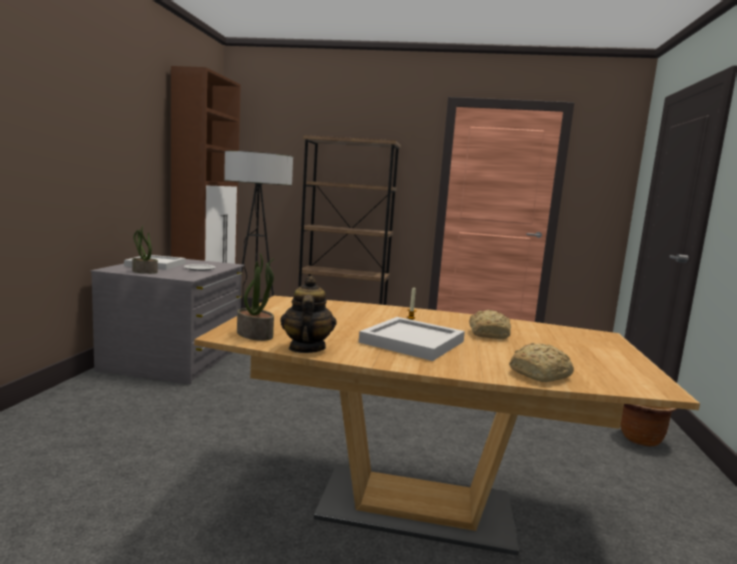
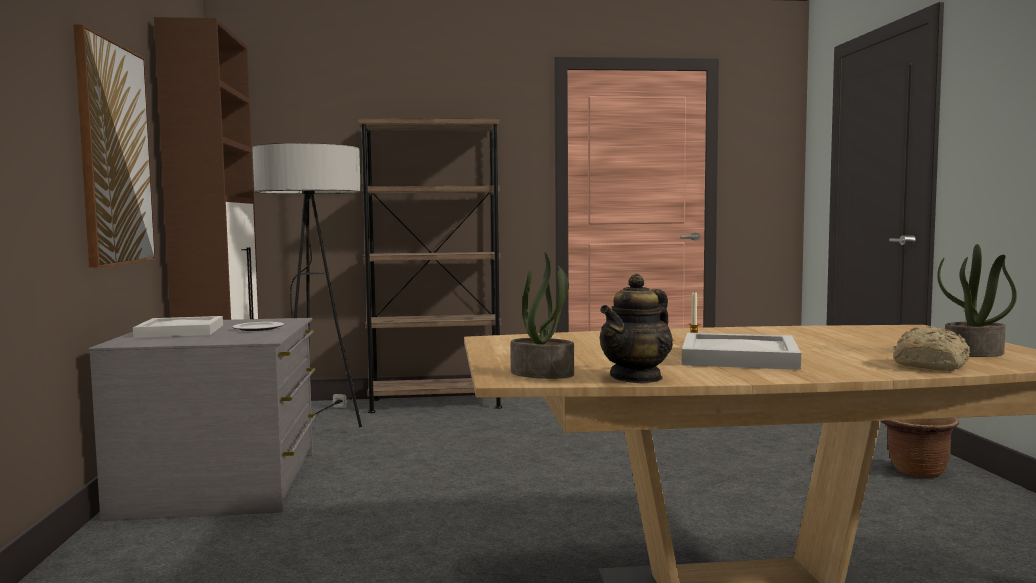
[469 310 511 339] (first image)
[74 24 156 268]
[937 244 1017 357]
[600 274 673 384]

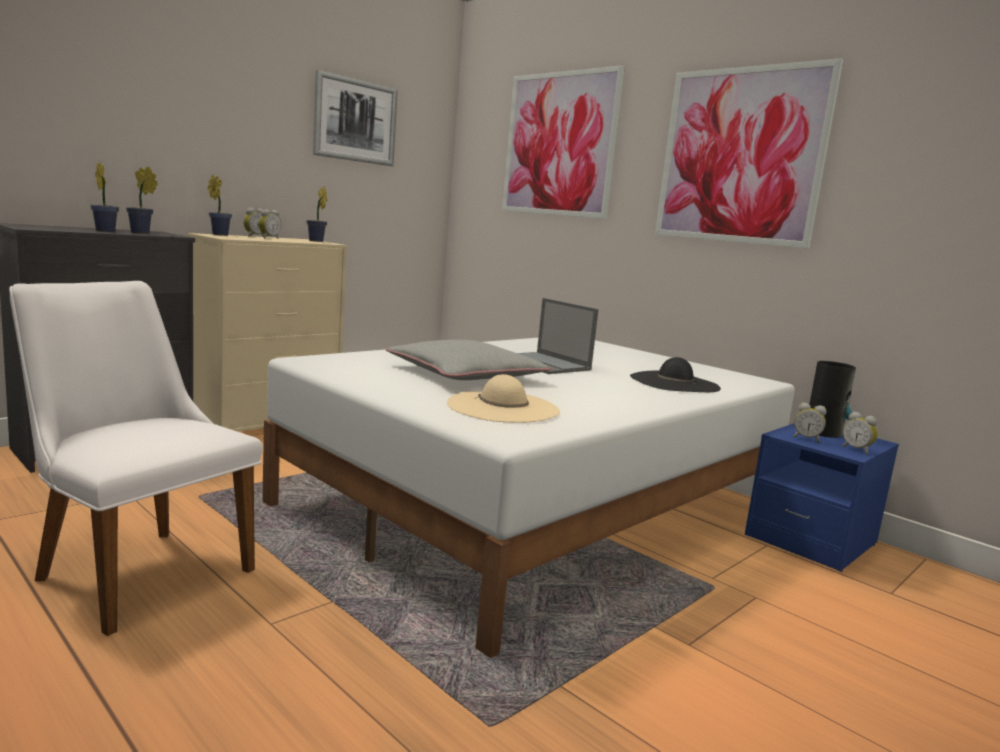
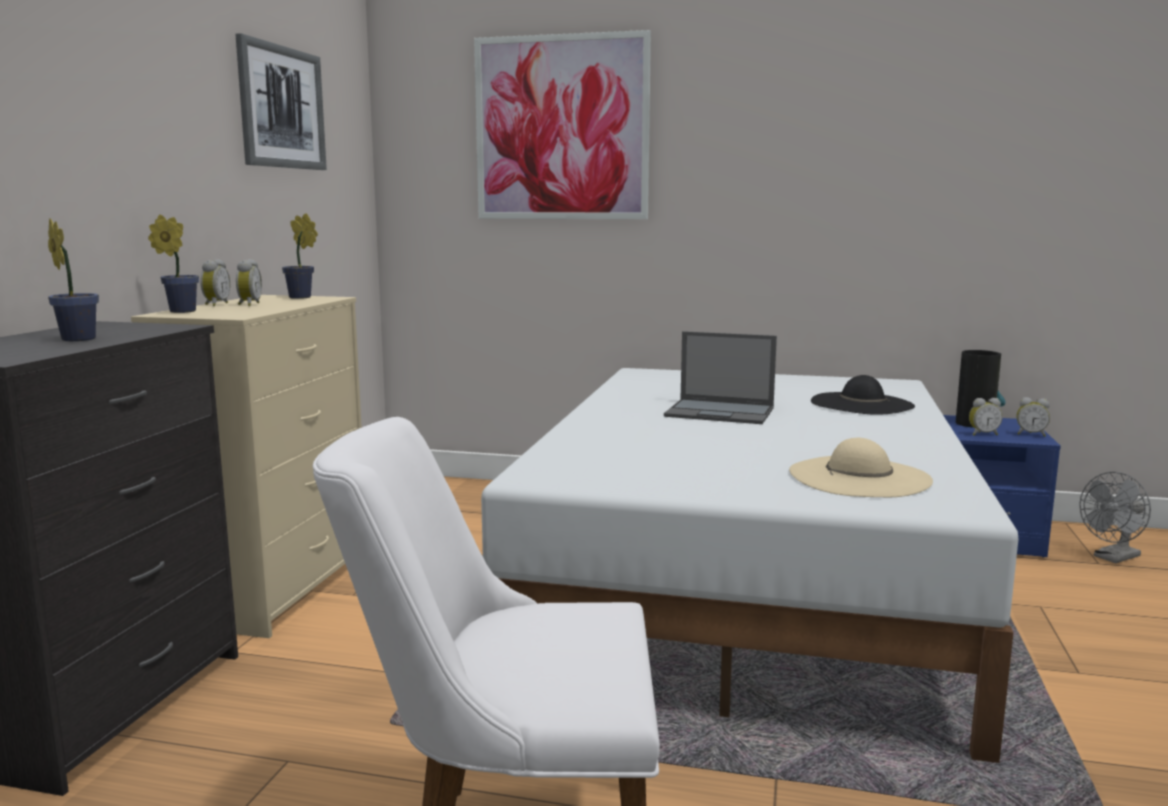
[126 166 158 234] (first image)
[386 340 551 380] (first image)
[655 58 843 248] (first image)
[1080 472 1151 563]

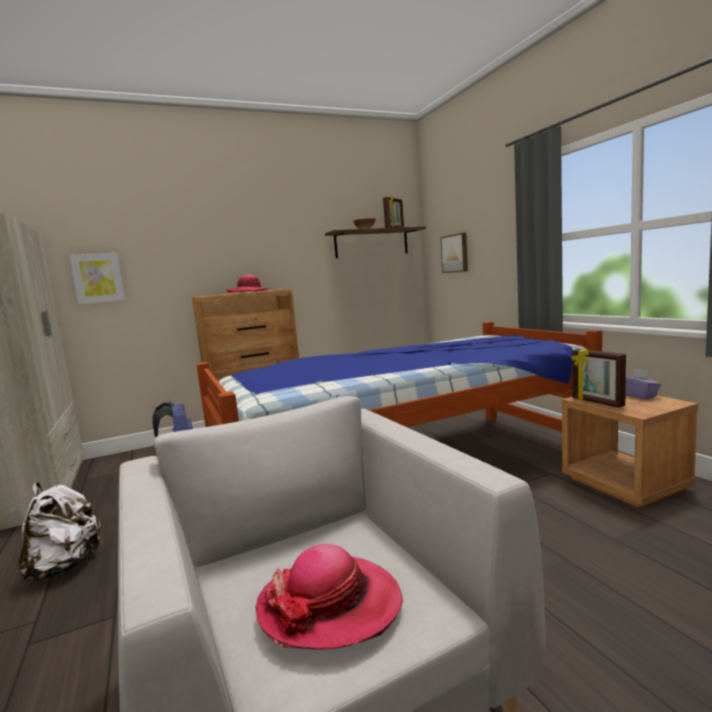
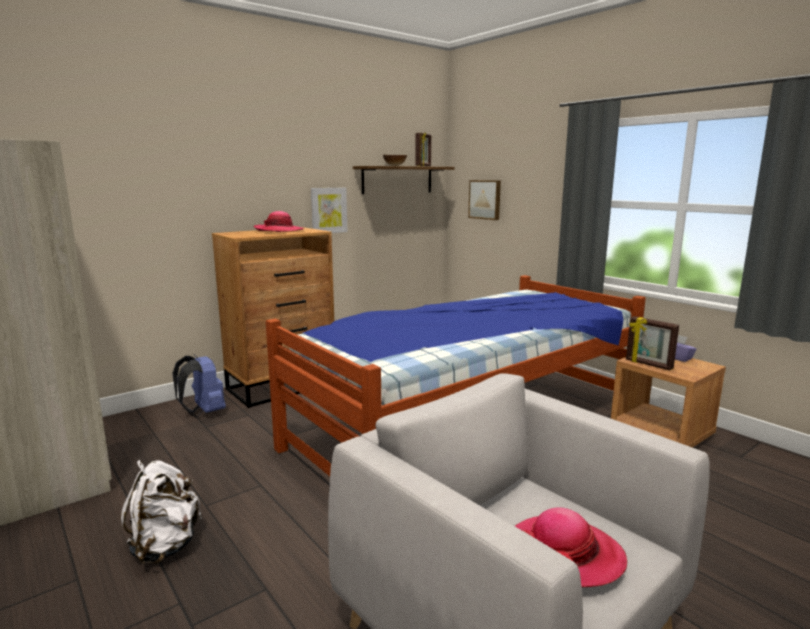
[311 187 347 233]

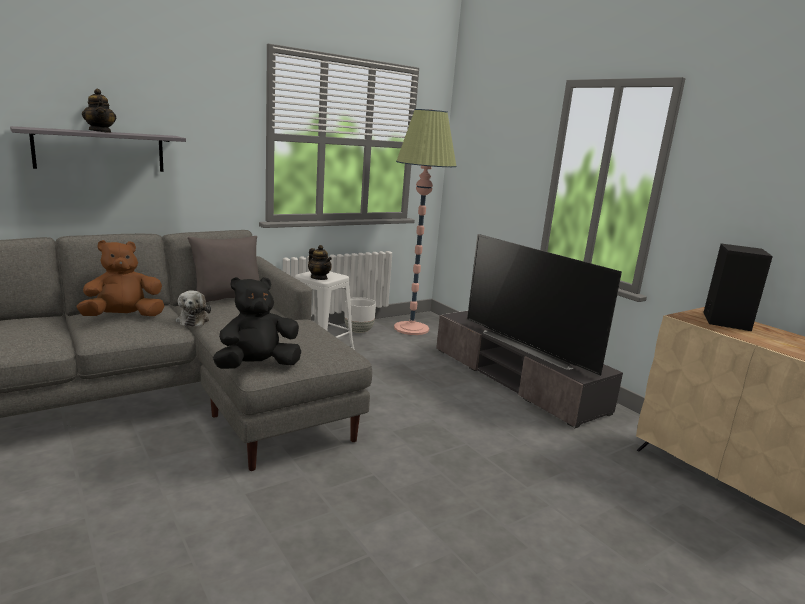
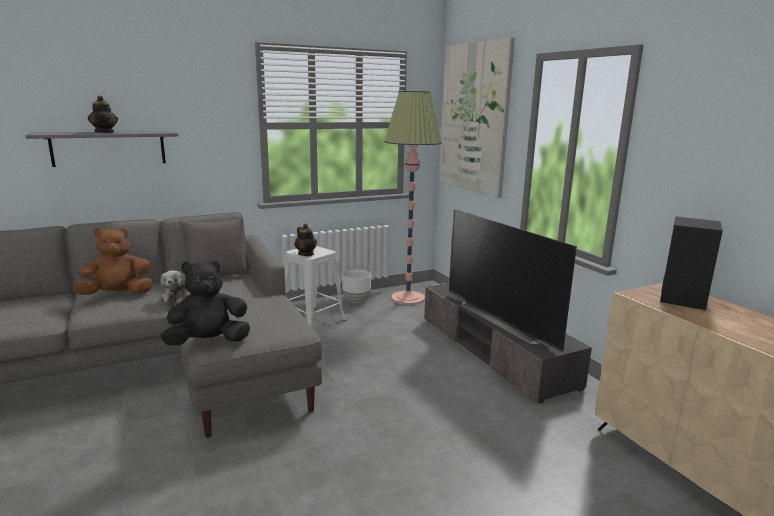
[439 37 515 198]

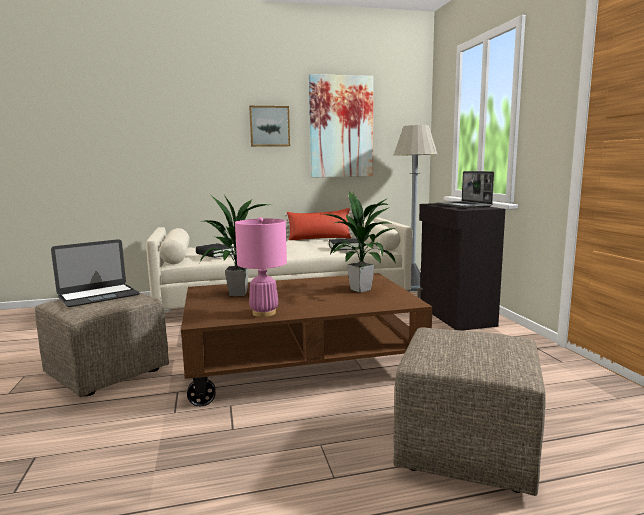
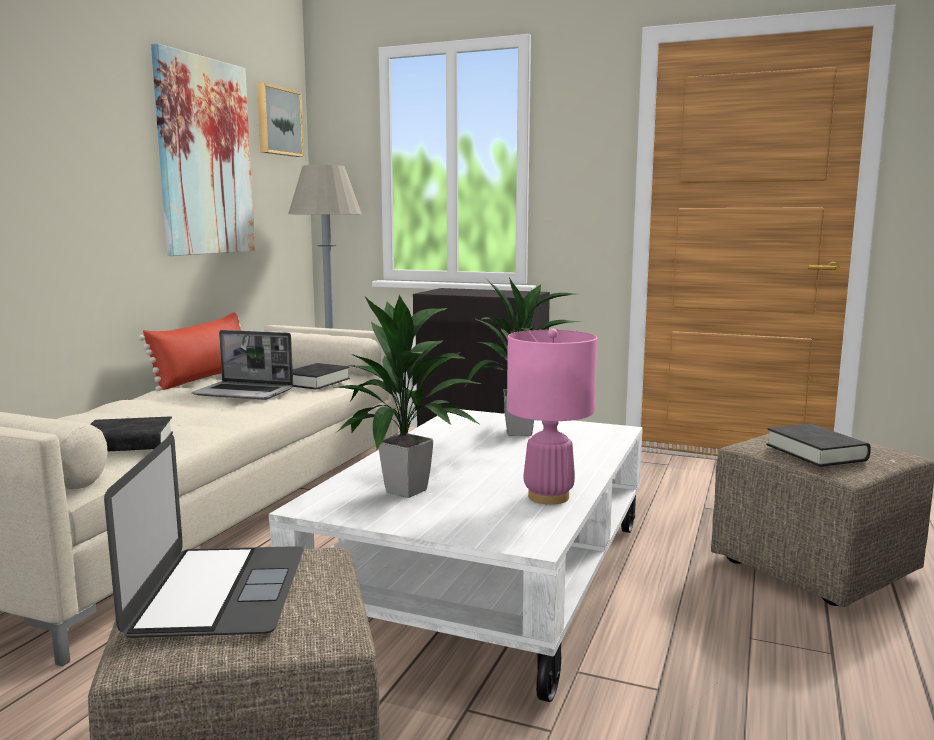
[766 424 871 467]
[257 83 304 157]
[192 330 293 400]
[269 409 643 702]

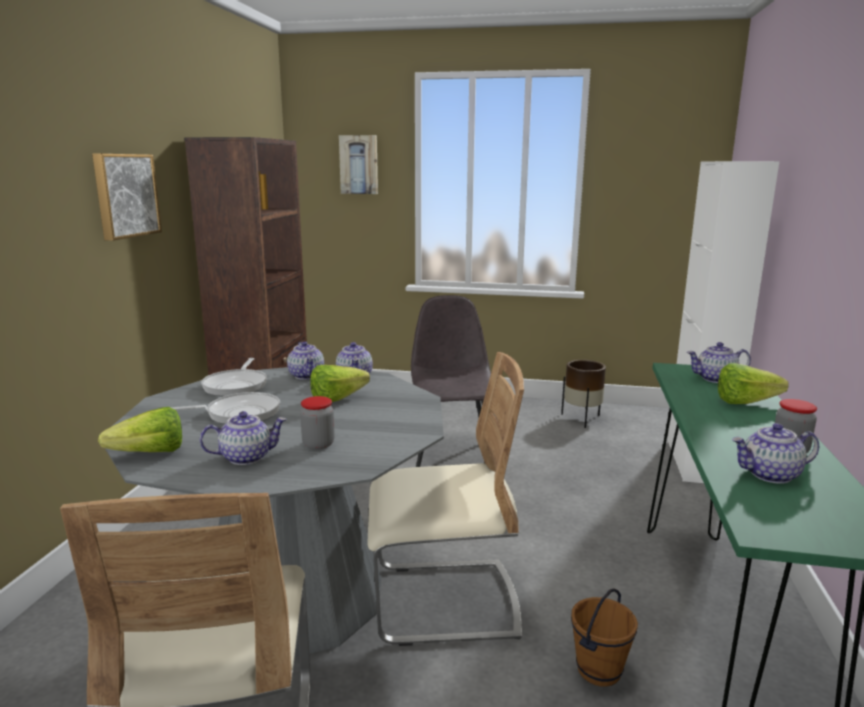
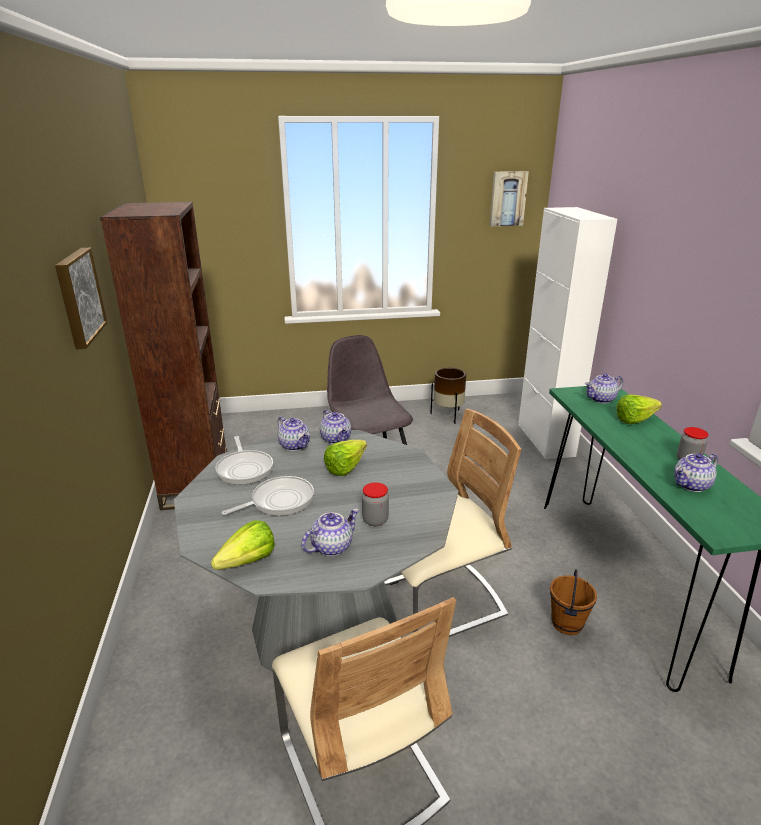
[490 171 529 226]

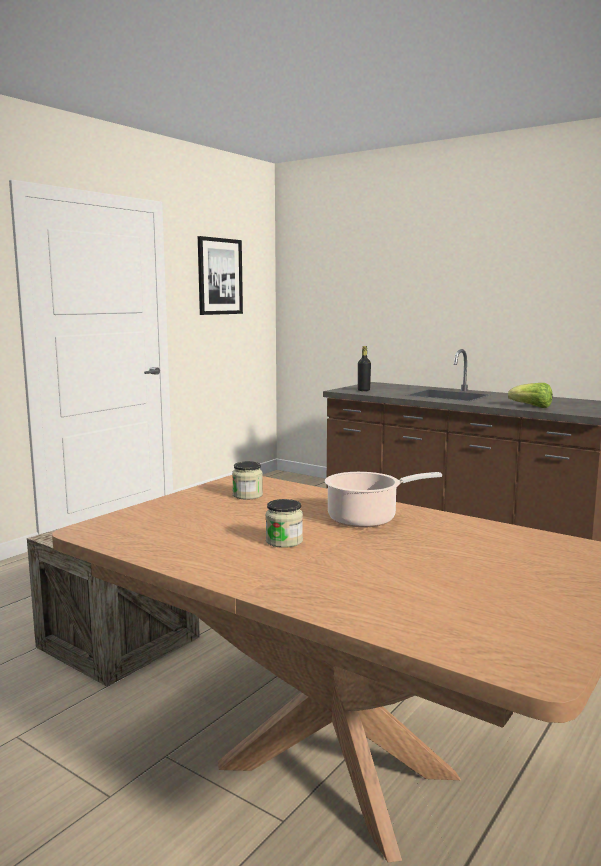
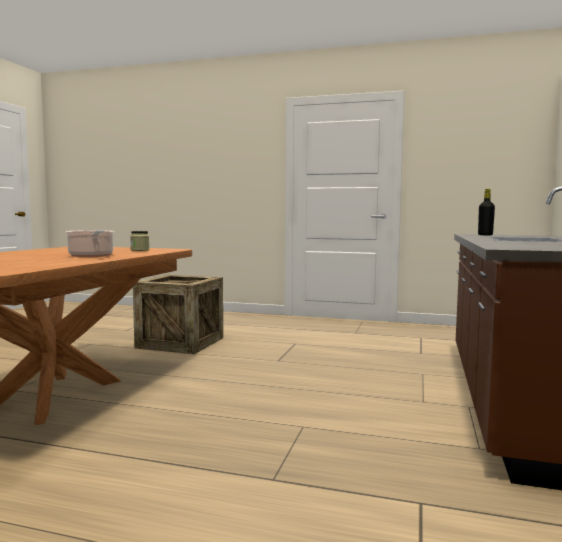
[198 236 243 315] (first image)
[266 499 303 548] (first image)
[508 383 553 408] (first image)

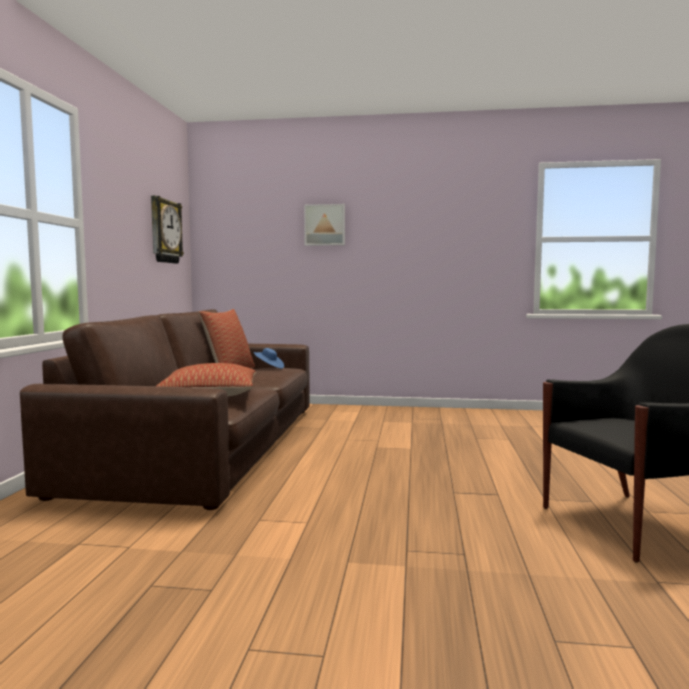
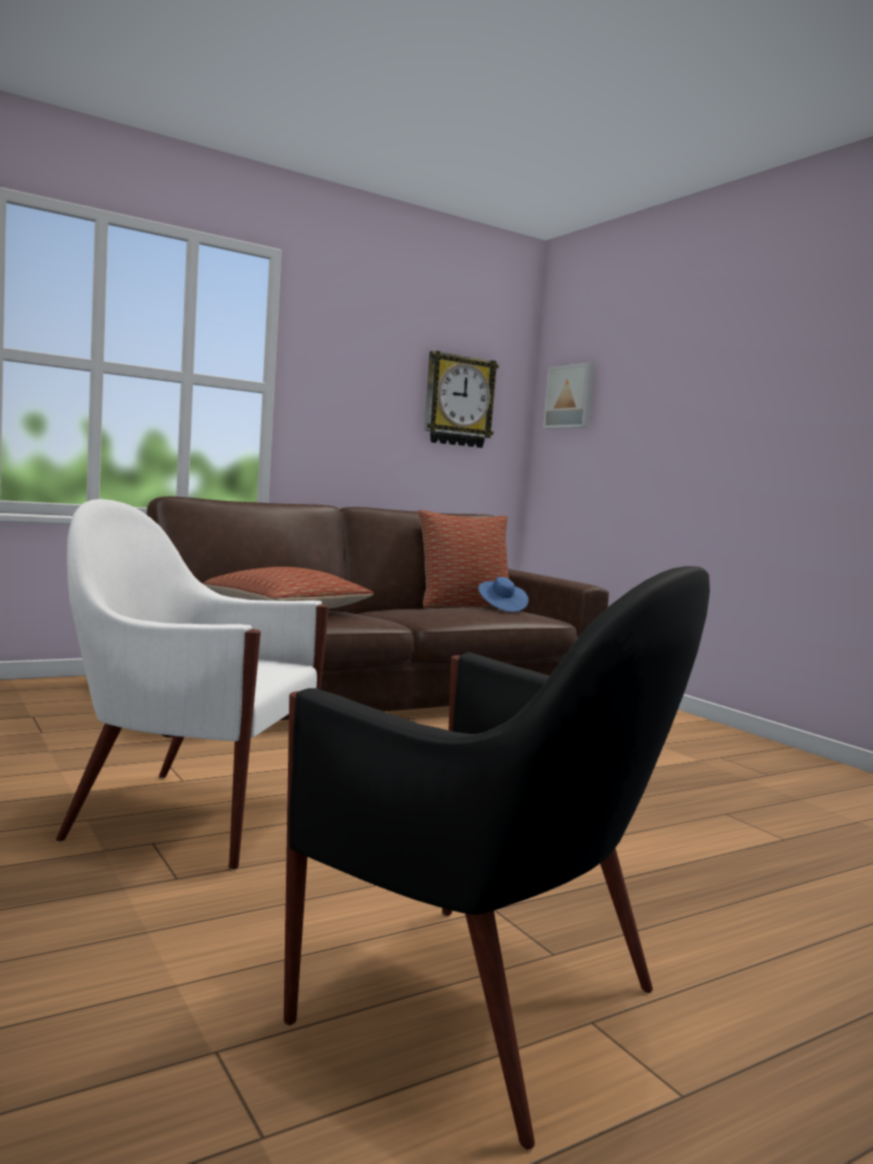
[56 499 329 870]
[543 363 595 429]

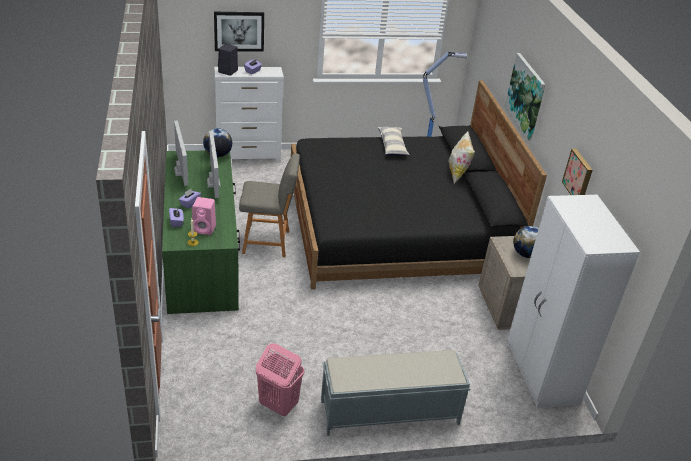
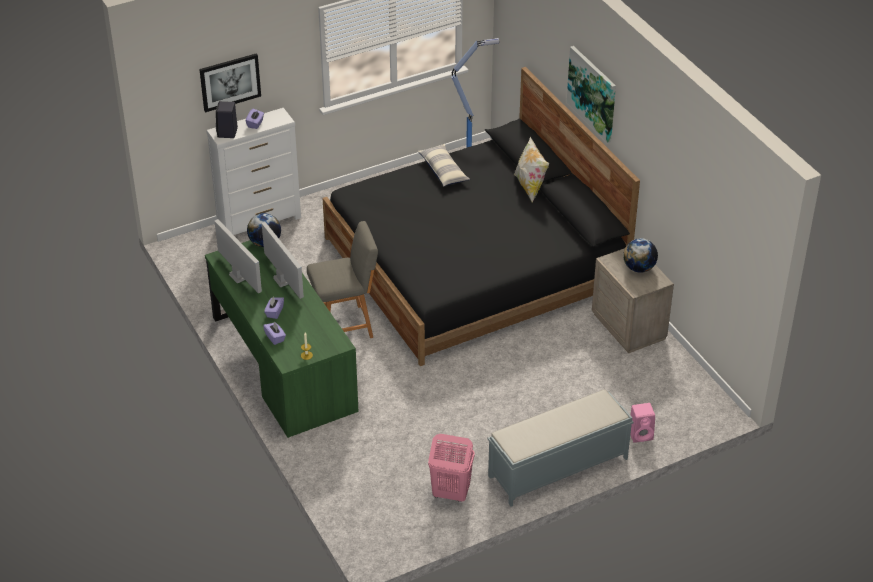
[508 195 640 408] (first image)
[562 148 593 195] (first image)
[630 403 655 443]

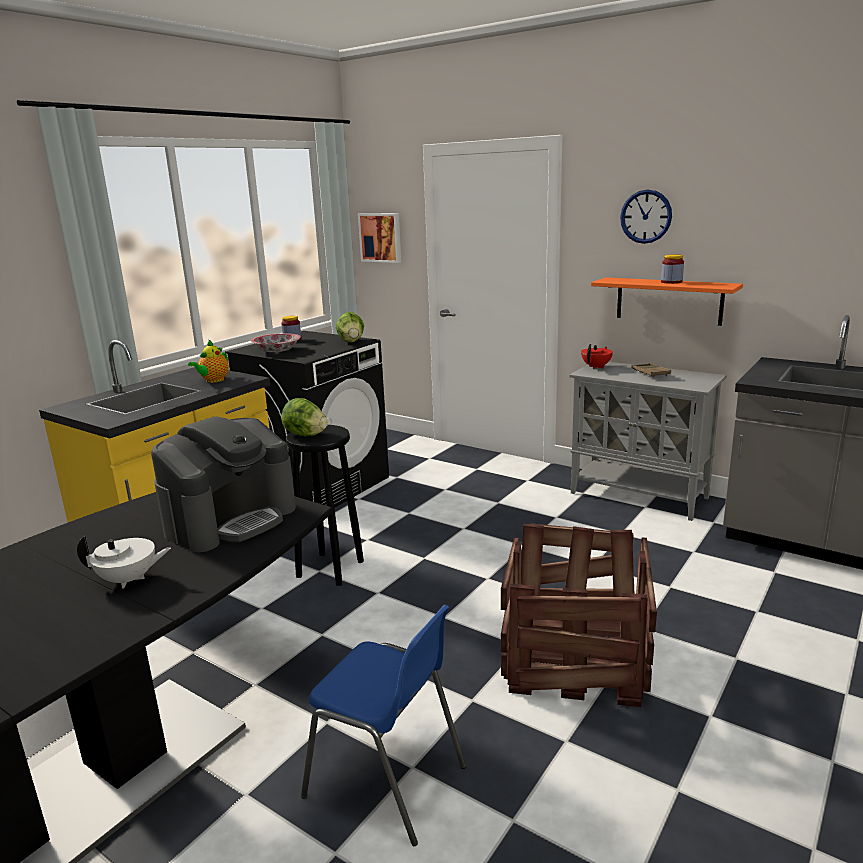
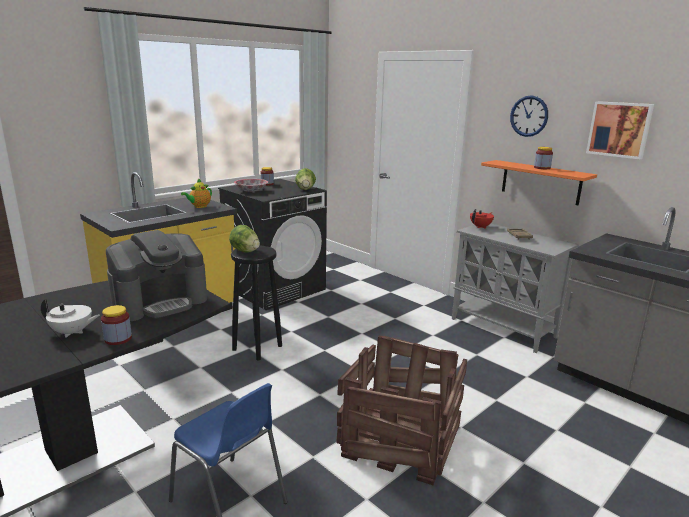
[101 305 132 345]
[586 101 654 159]

